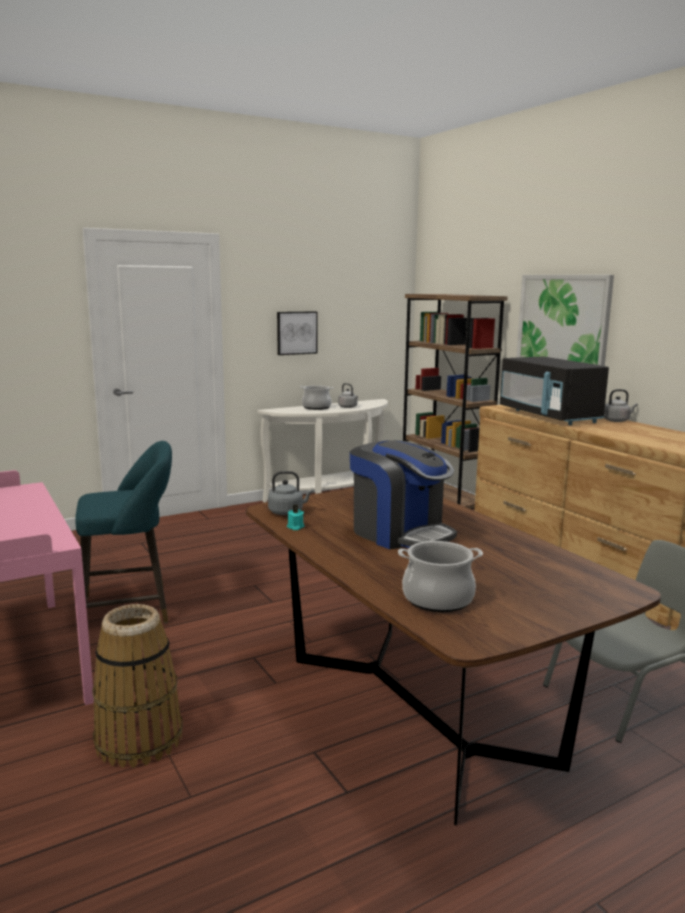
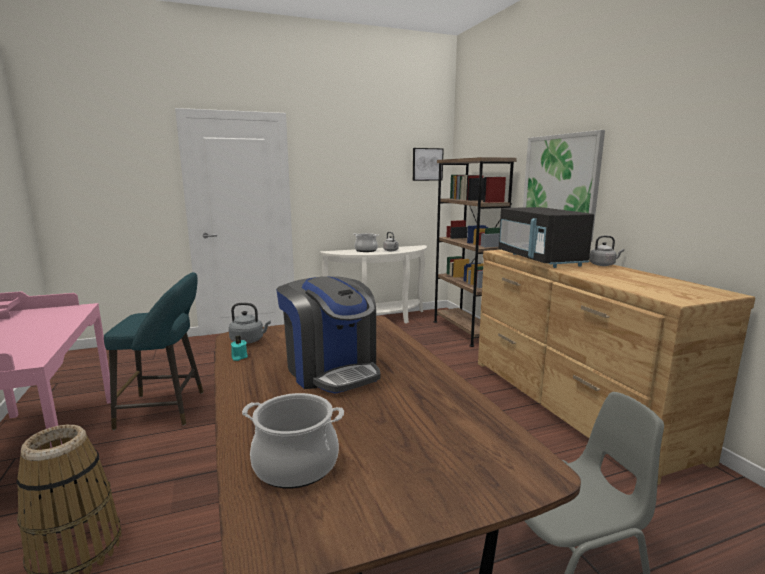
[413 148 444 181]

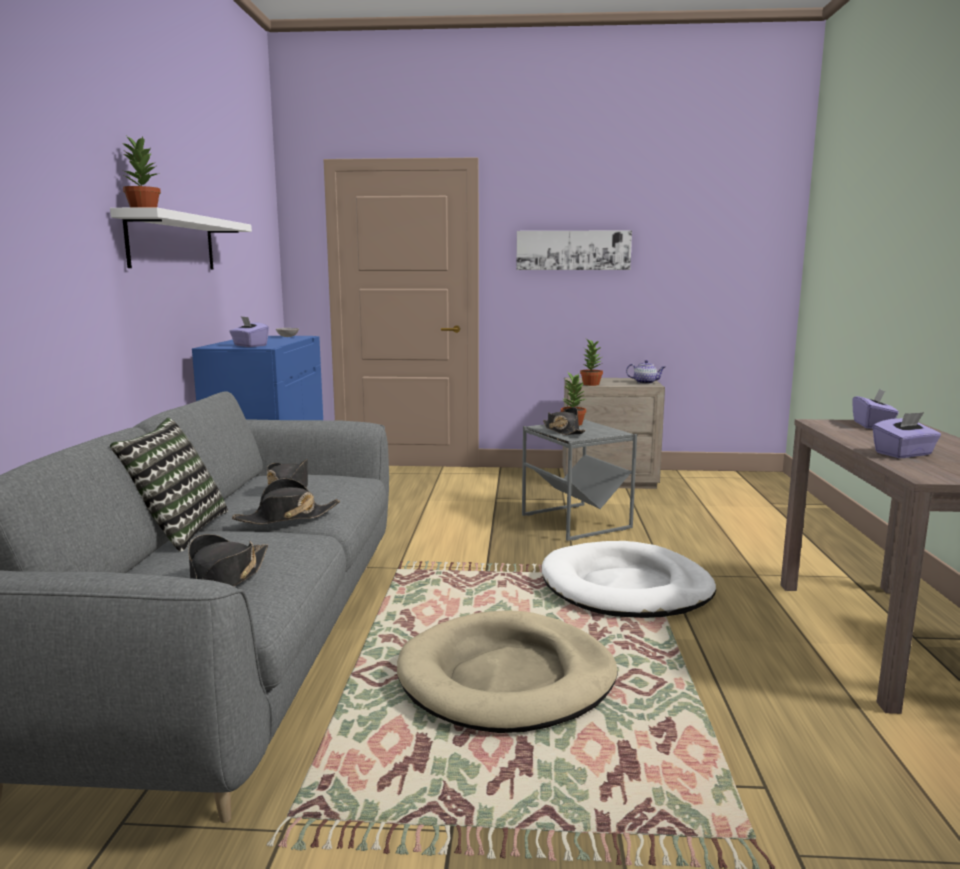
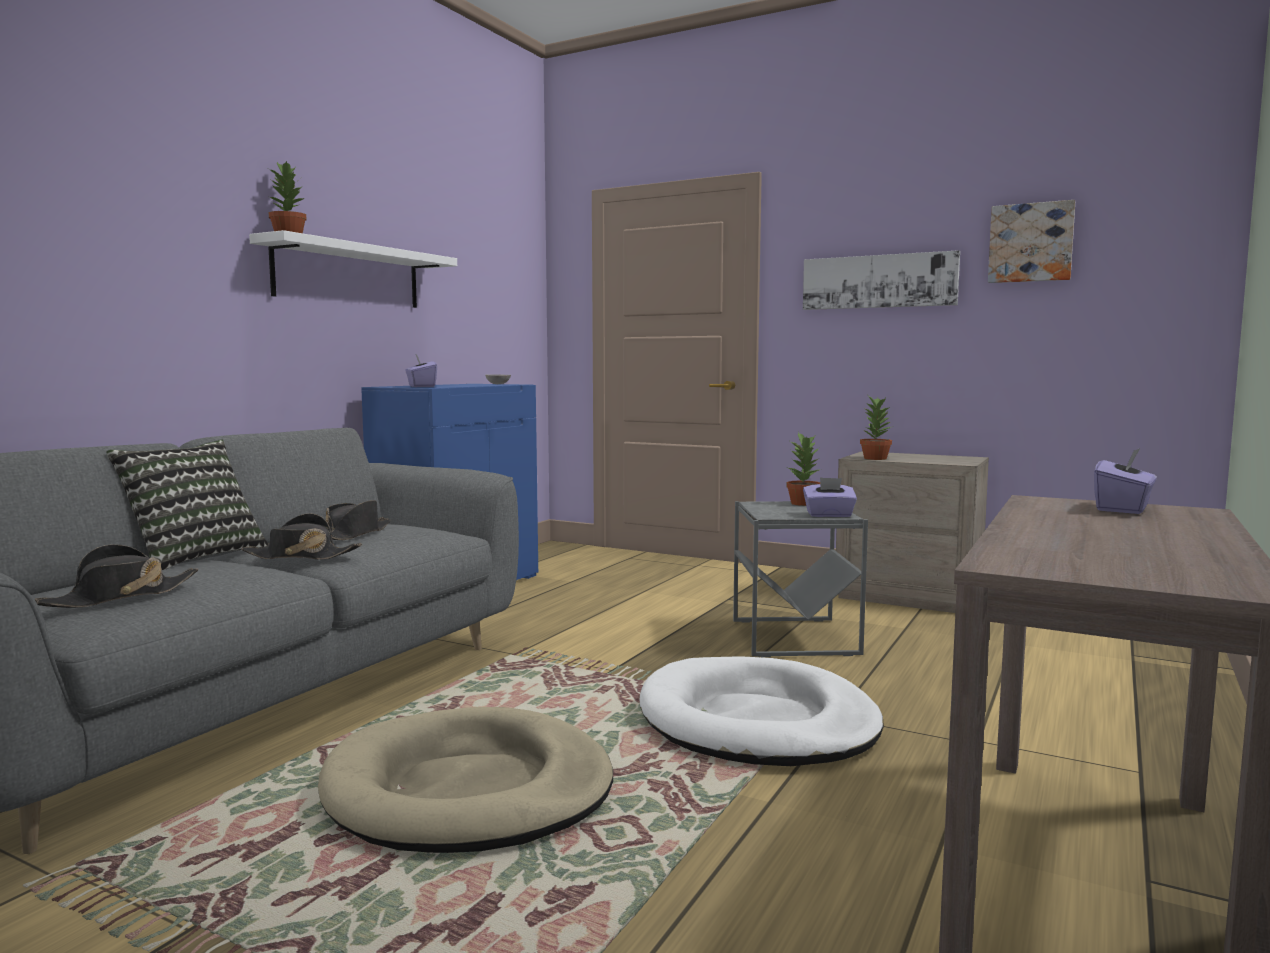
[543 407 585 435] (first image)
[626 360 665 384] (first image)
[988 200 1075 283]
[803 477 857 517]

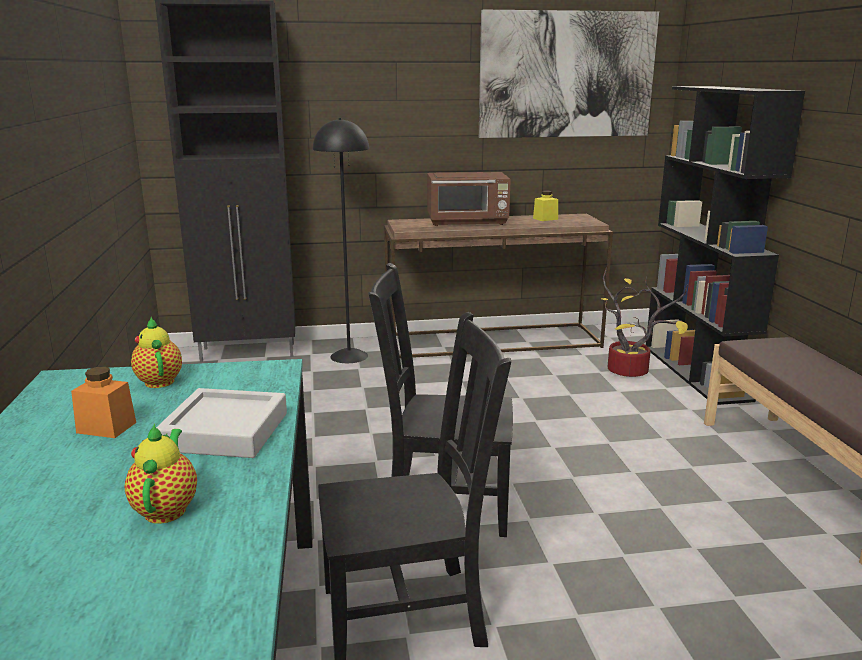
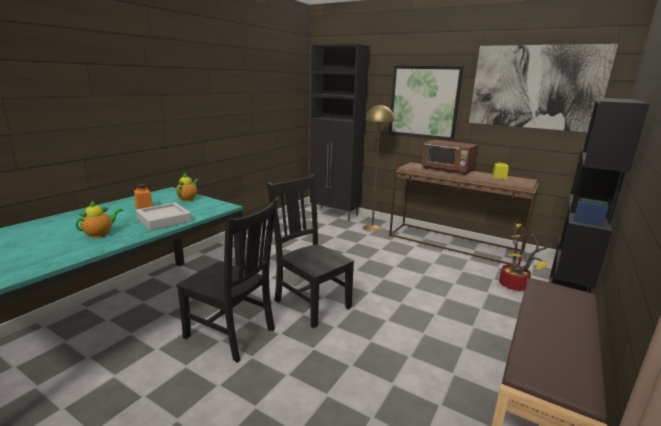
[389 66 464 140]
[363 104 395 232]

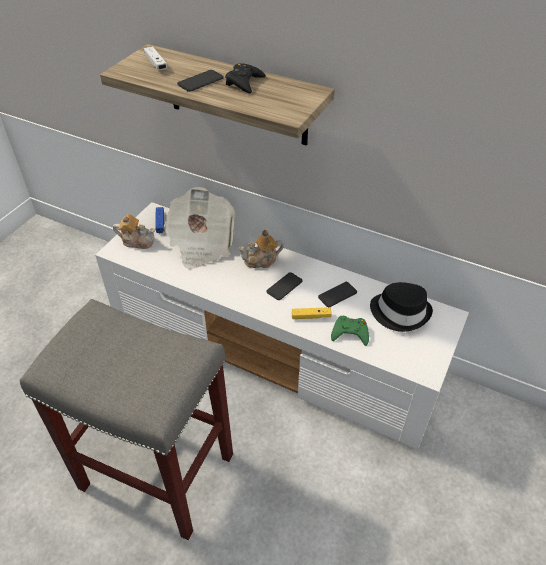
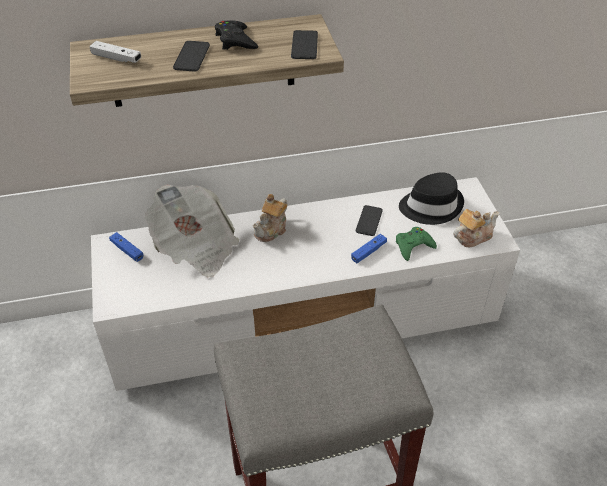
[453 209 500 248]
[291 30 318 59]
[351 234 387 263]

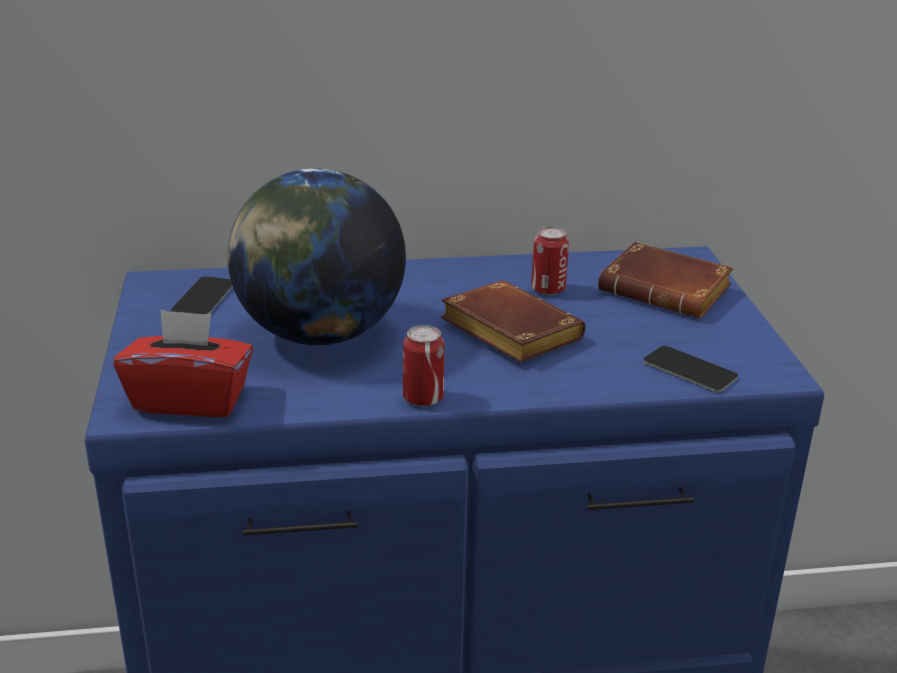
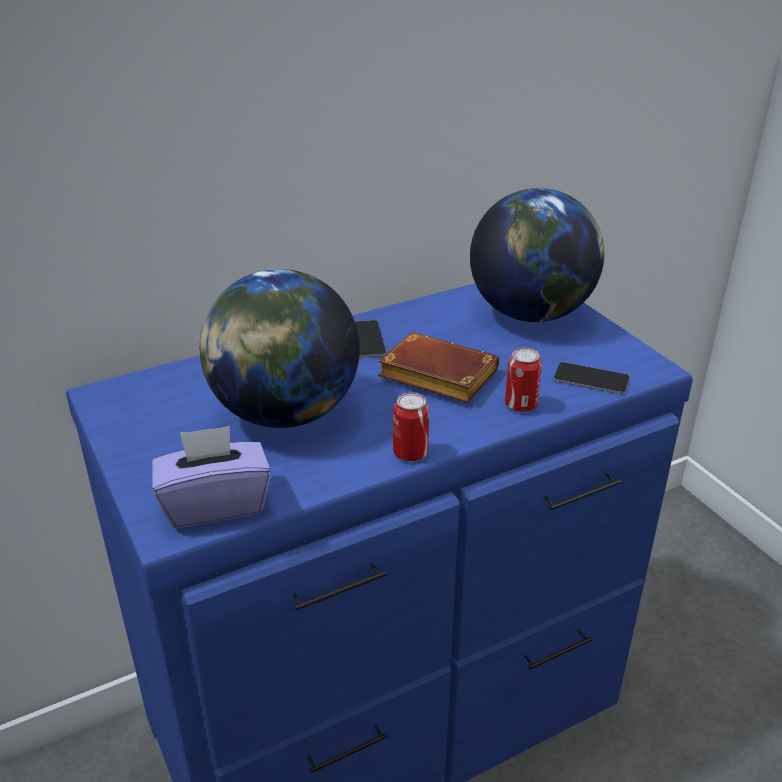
[355 320 386 358]
[505 348 542 412]
[470 188 604 322]
[152 426 271 528]

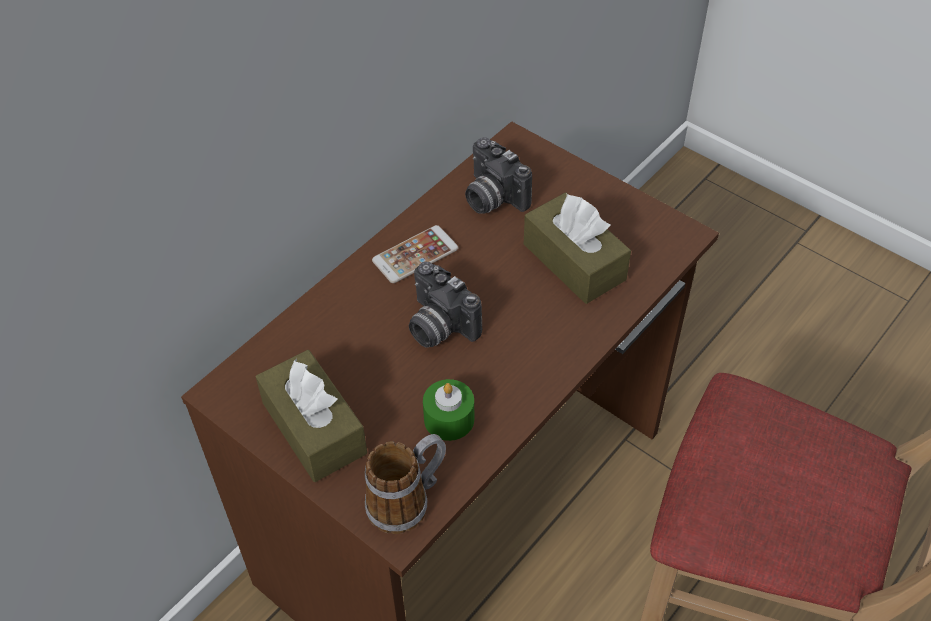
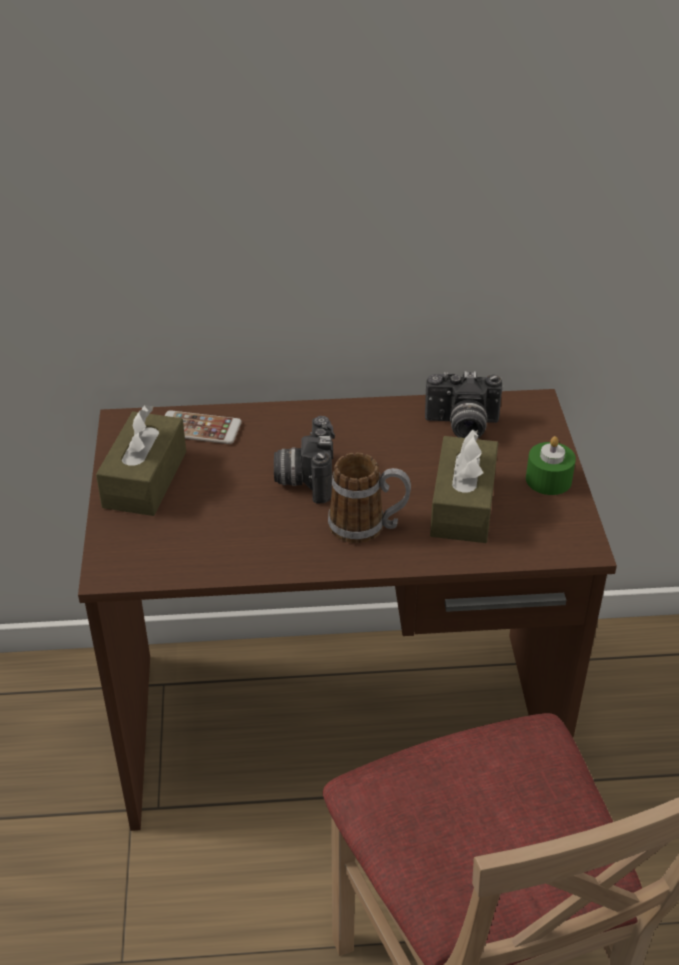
[328 453 411 543]
[165 410 242 444]
[526 436 576 495]
[425 371 502 439]

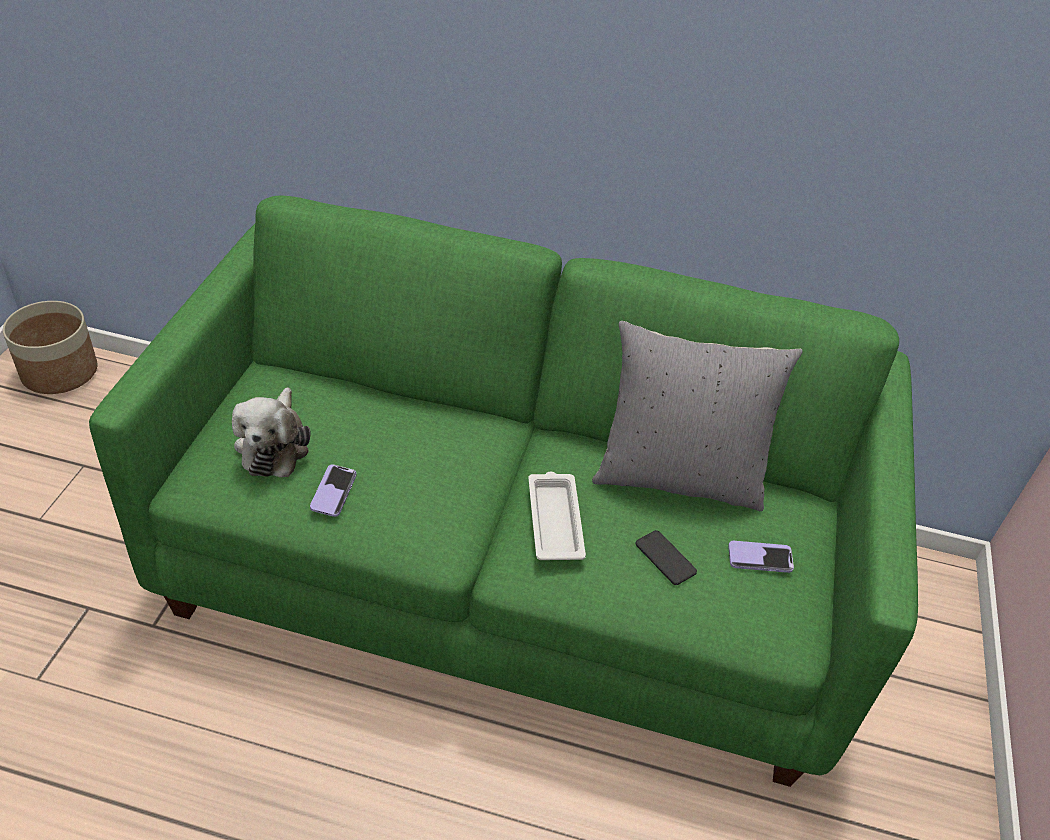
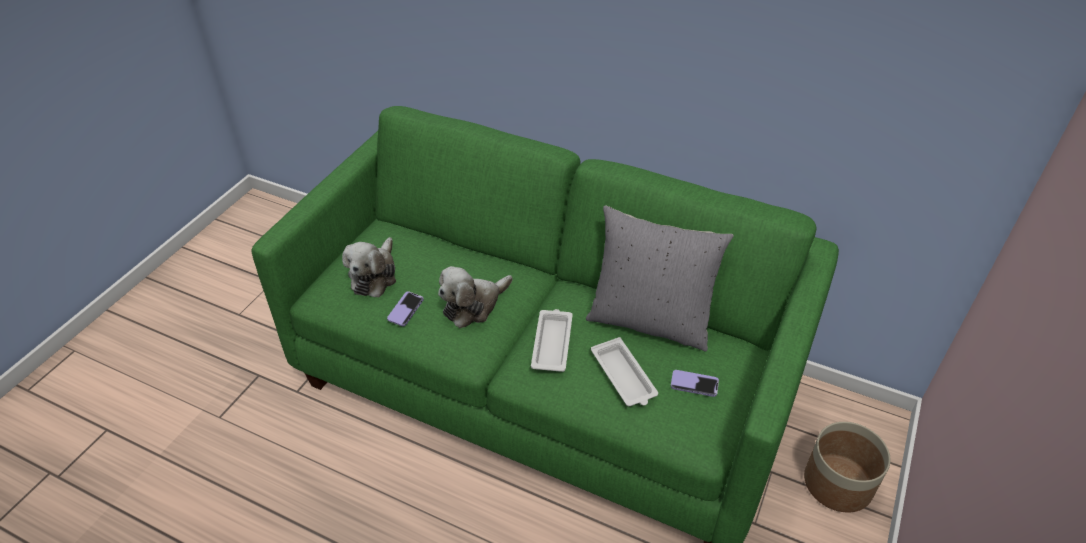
[438 266 513 328]
[804 422 891 512]
[591 337 658 406]

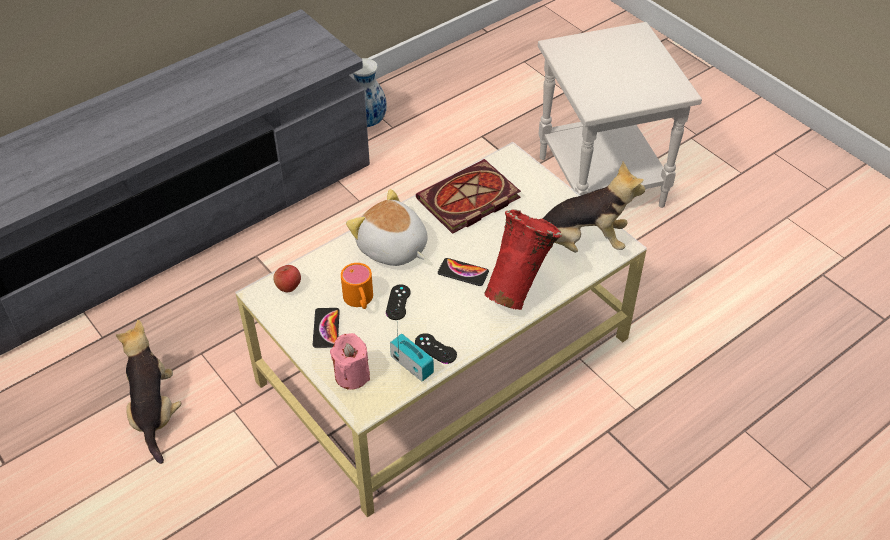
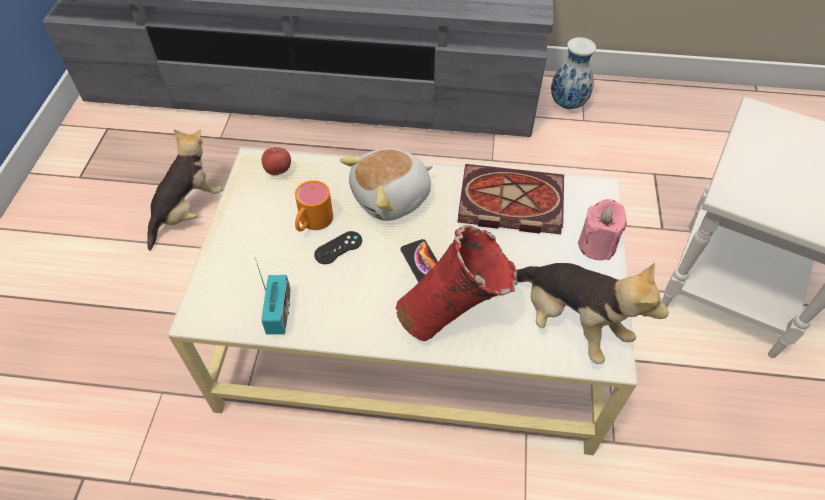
[313 308 340 348] (first image)
[415 333 457 364] (first image)
[578 199 627 260]
[340 148 433 221]

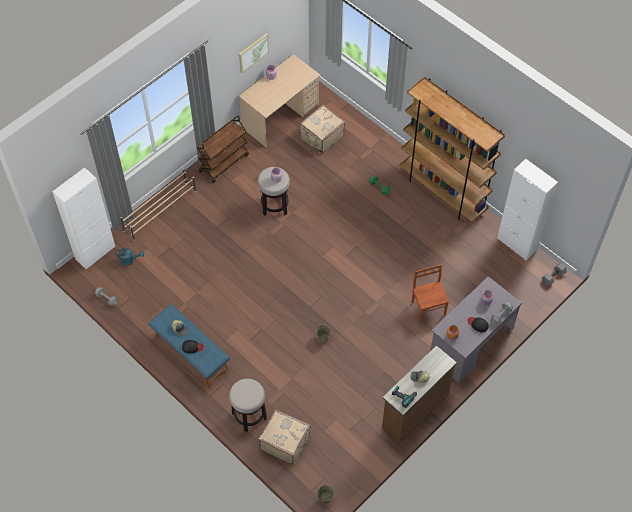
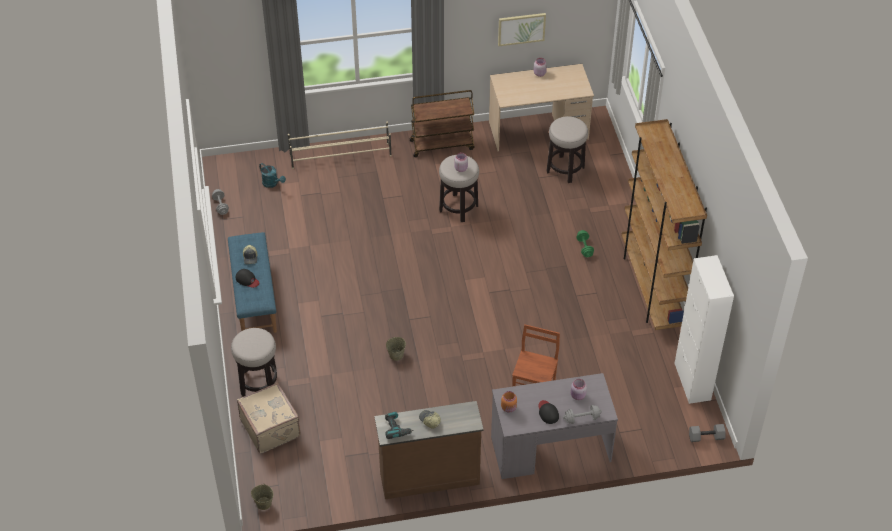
[52 167 116 270] (first image)
[546 116 588 183]

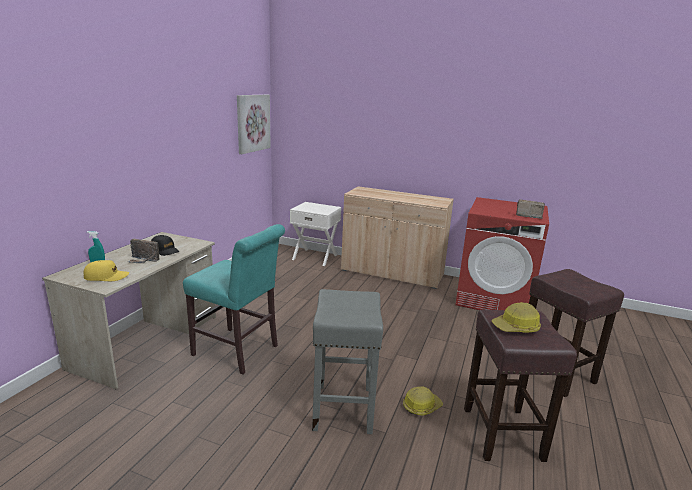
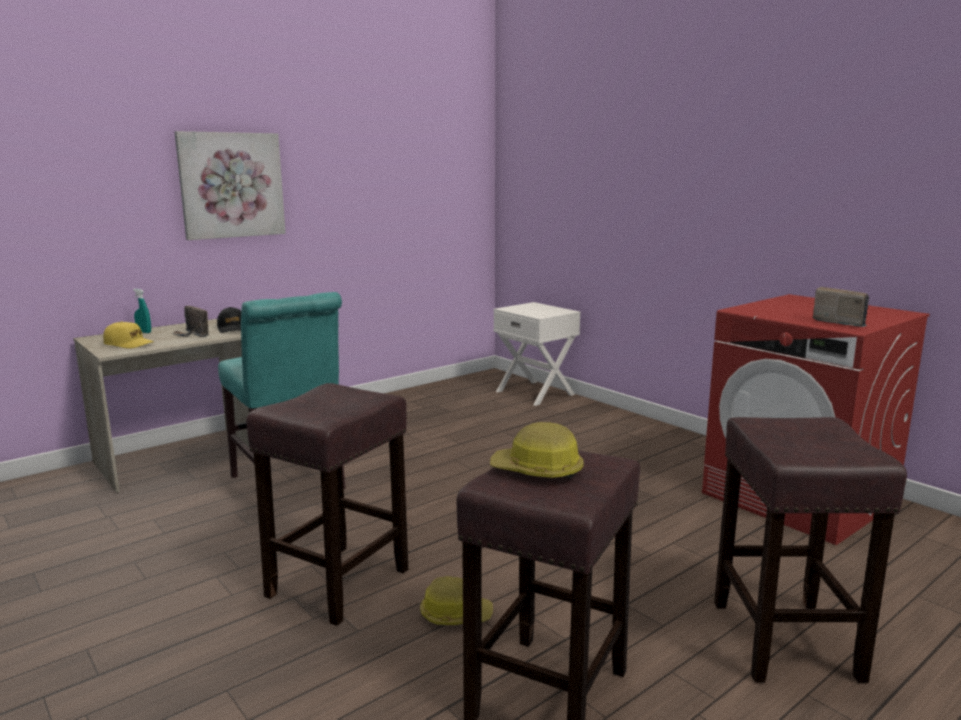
[341 186 454 289] (first image)
[175 131 286 240]
[246 383 408 626]

